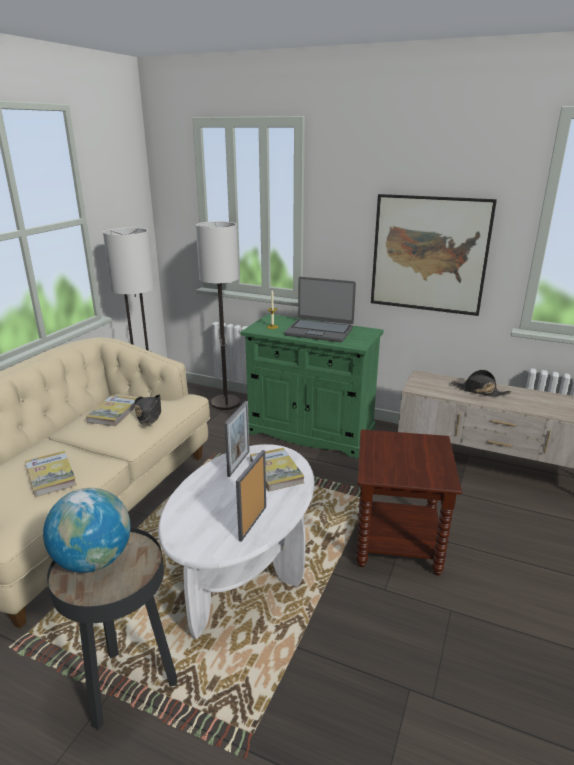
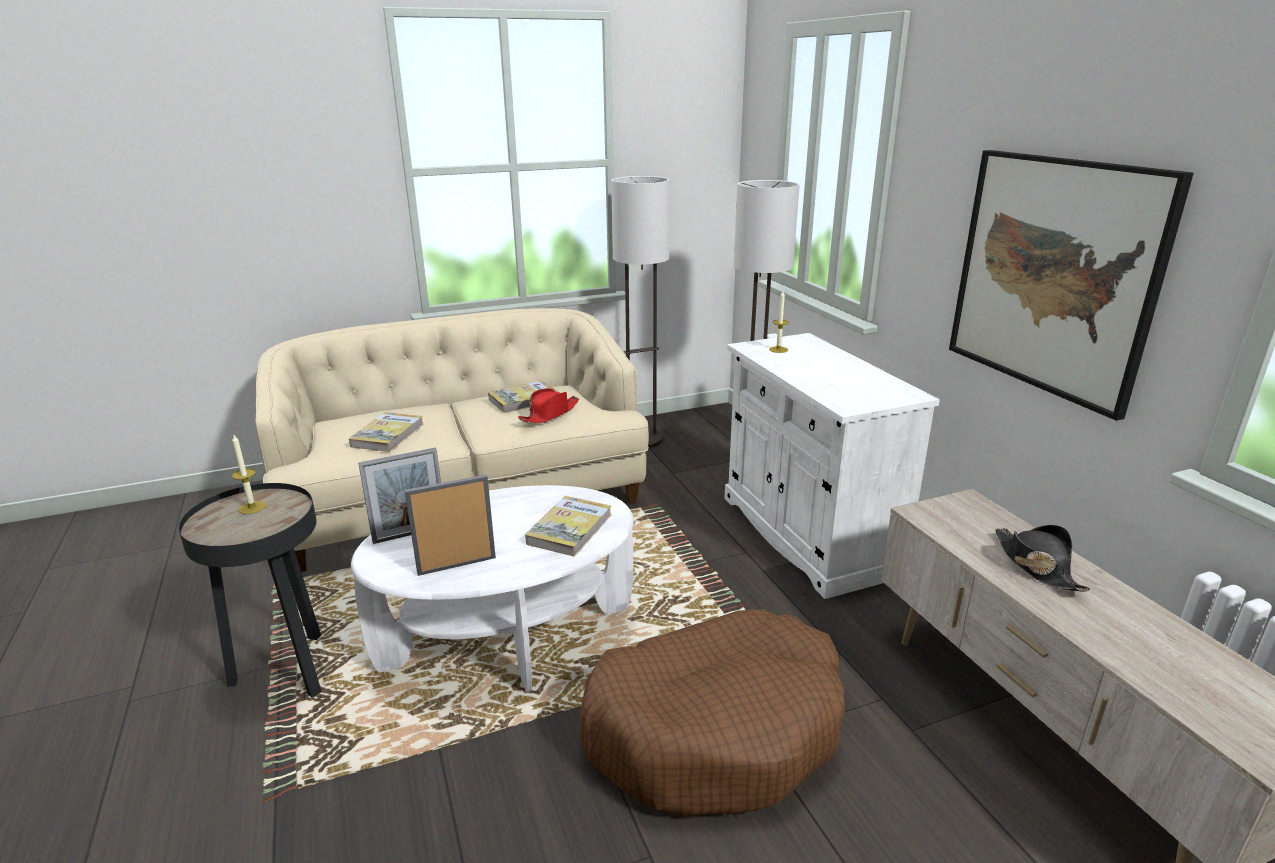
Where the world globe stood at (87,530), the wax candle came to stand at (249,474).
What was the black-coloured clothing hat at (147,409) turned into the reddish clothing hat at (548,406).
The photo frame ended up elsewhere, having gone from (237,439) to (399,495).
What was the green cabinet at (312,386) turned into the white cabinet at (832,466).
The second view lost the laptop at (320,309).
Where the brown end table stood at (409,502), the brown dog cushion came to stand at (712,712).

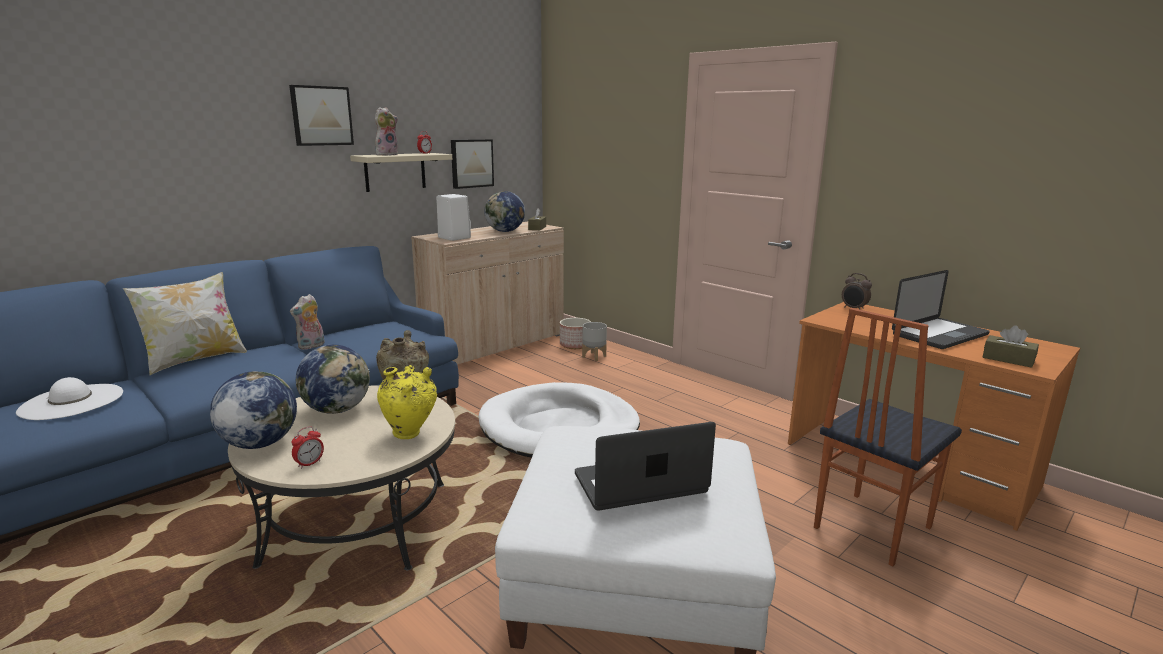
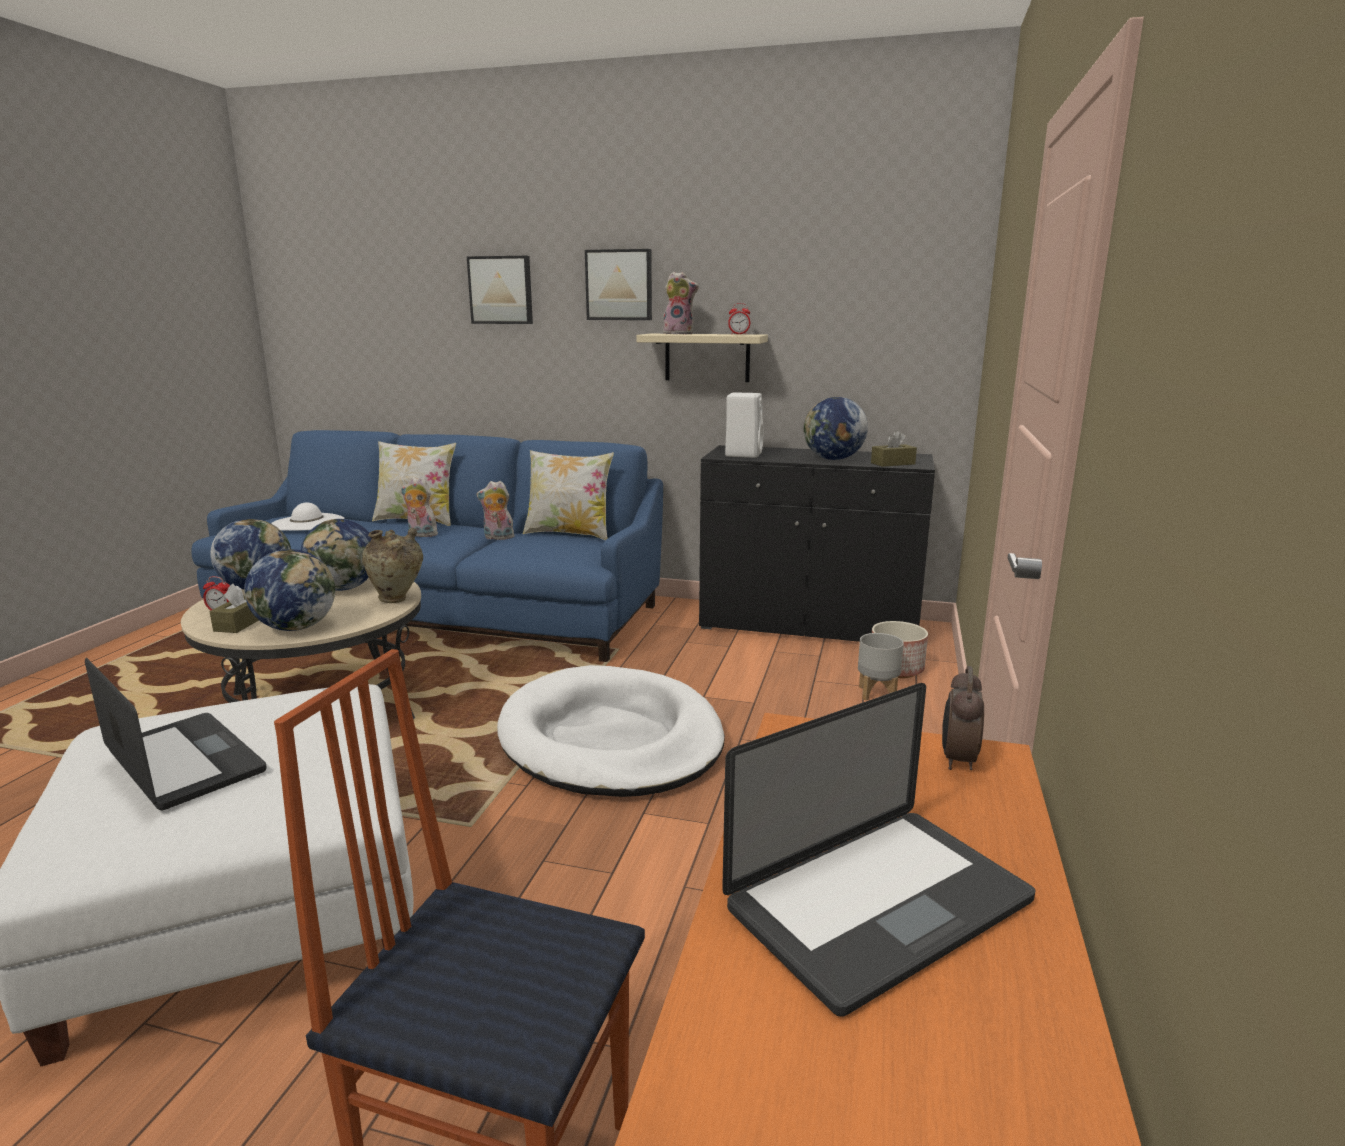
Where the yellow-coloured vase stood at (407,402), the world globe came to stand at (289,590).
What was the beige cabinet at (487,293) turned into the black-coloured cabinet at (817,543).
The picture ended up elsewhere, having gone from (472,164) to (500,290).
The laptop at (941,309) ended up facing another way, 60 degrees counterclockwise from before.
The brown tissue box ended up elsewhere, having gone from (1011,346) to (234,608).
The second view gained the cuddly toy at (419,507).
The second view gained the throw pillow at (568,495).

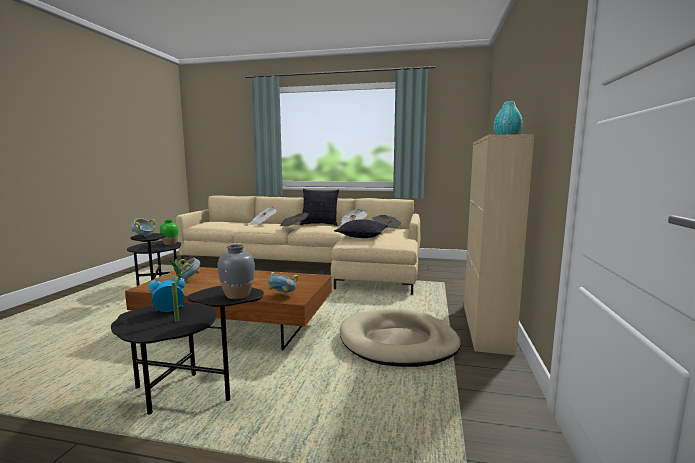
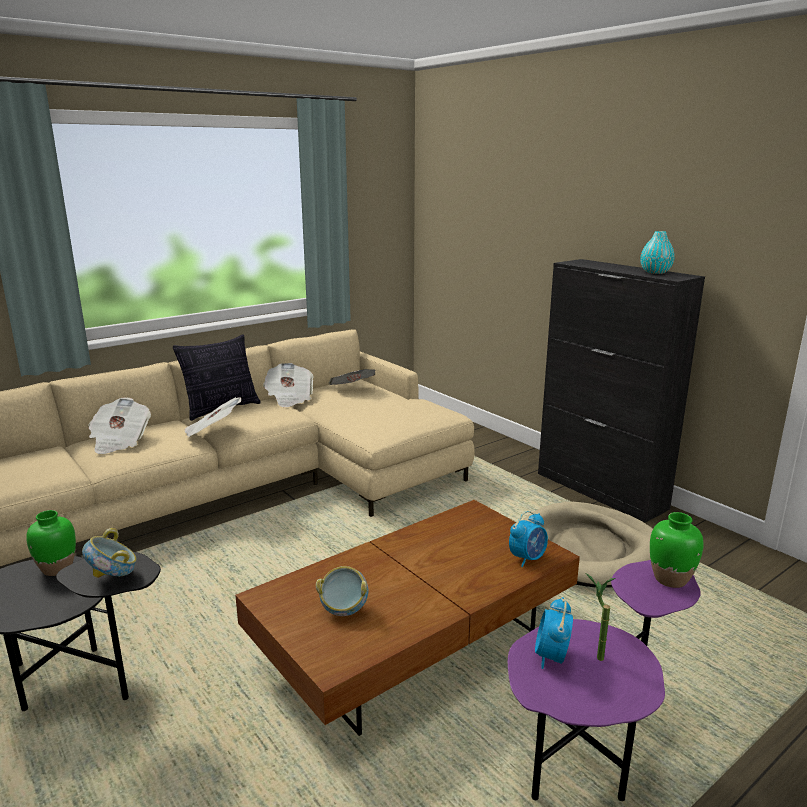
What was the black-coloured end table at (187,350) turned into the purplish end table at (604,680).
What was the gray vase at (236,271) turned into the green vase at (677,550).
Where the serving bowl stood at (283,283), the alarm clock came to stand at (528,539).
The second view lost the throw pillow at (361,229).
What was the beige cabinet at (499,244) turned into the black-coloured cabinet at (621,391).

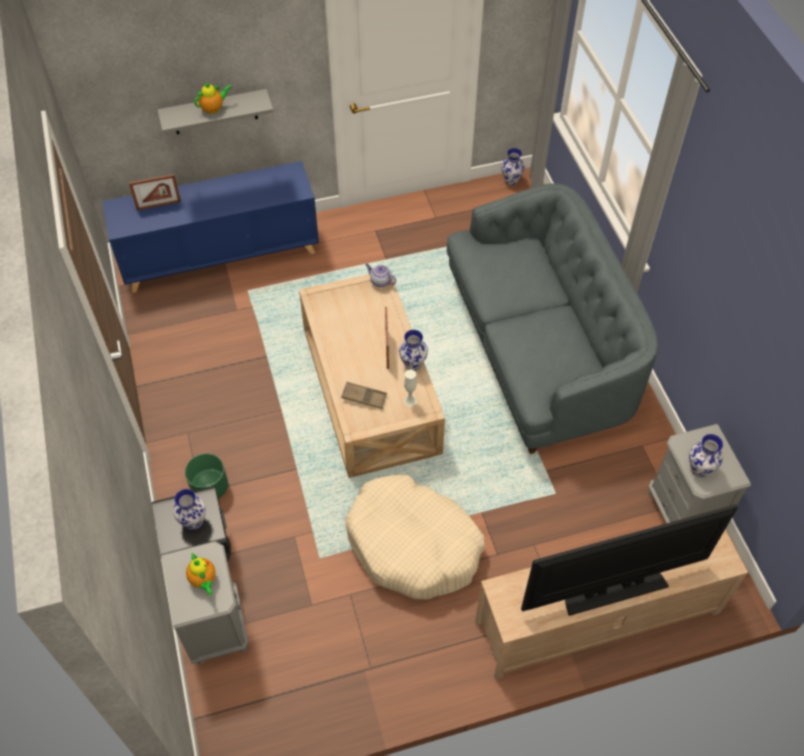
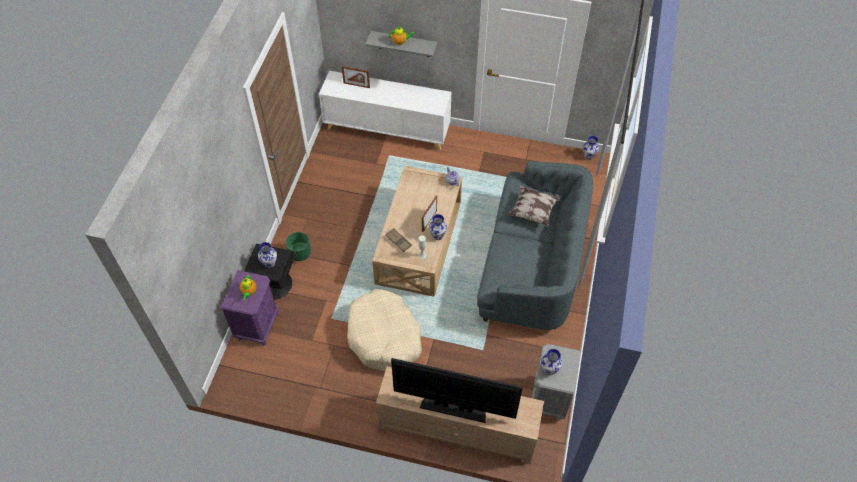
What was the blue-coloured cabinet at (210,227) turned into the white cabinet at (385,110).
What was the gray nightstand at (205,603) turned into the purplish nightstand at (250,308).
The second view gained the throw pillow at (534,206).

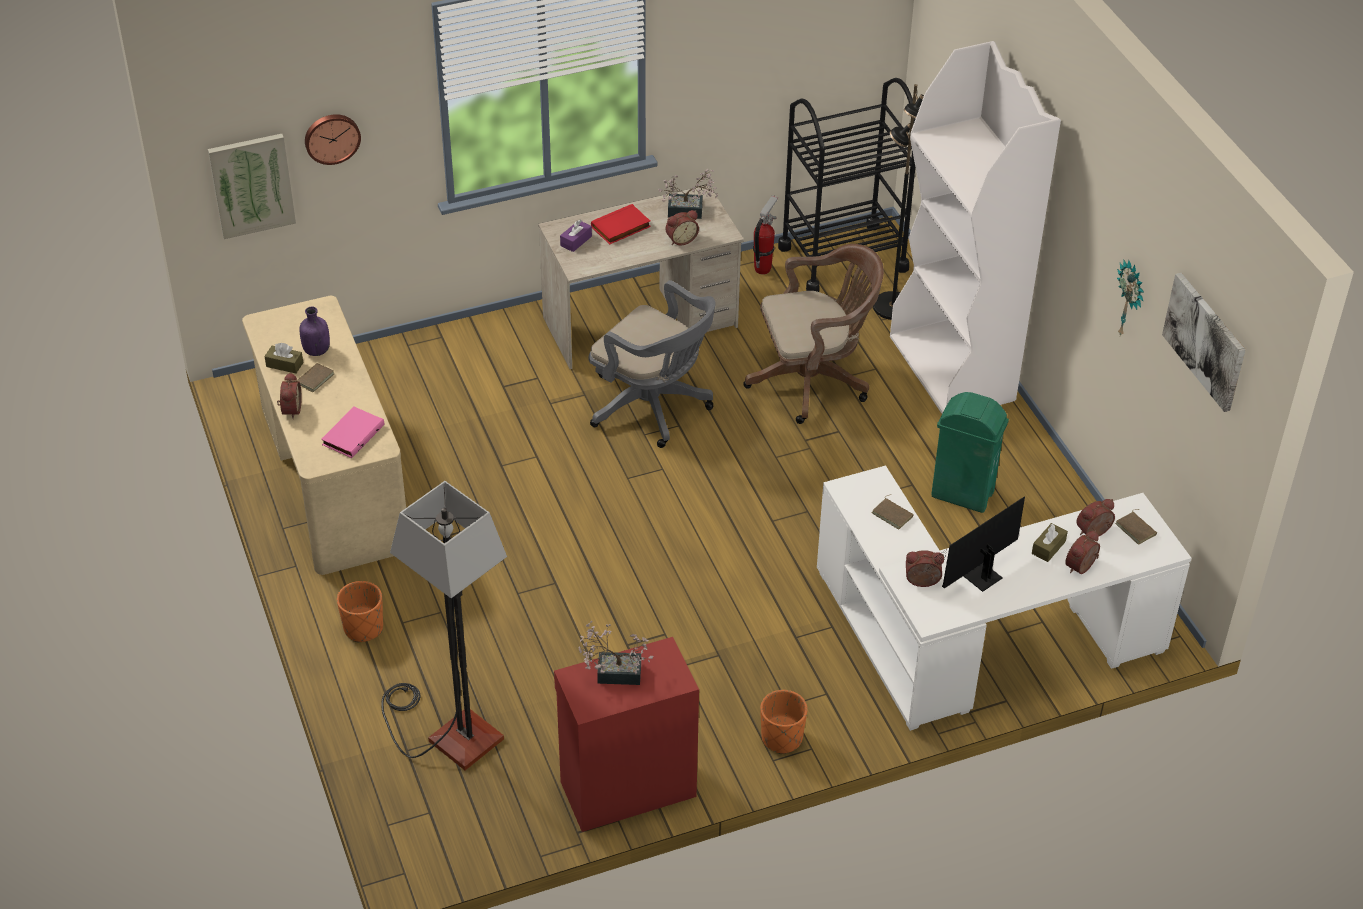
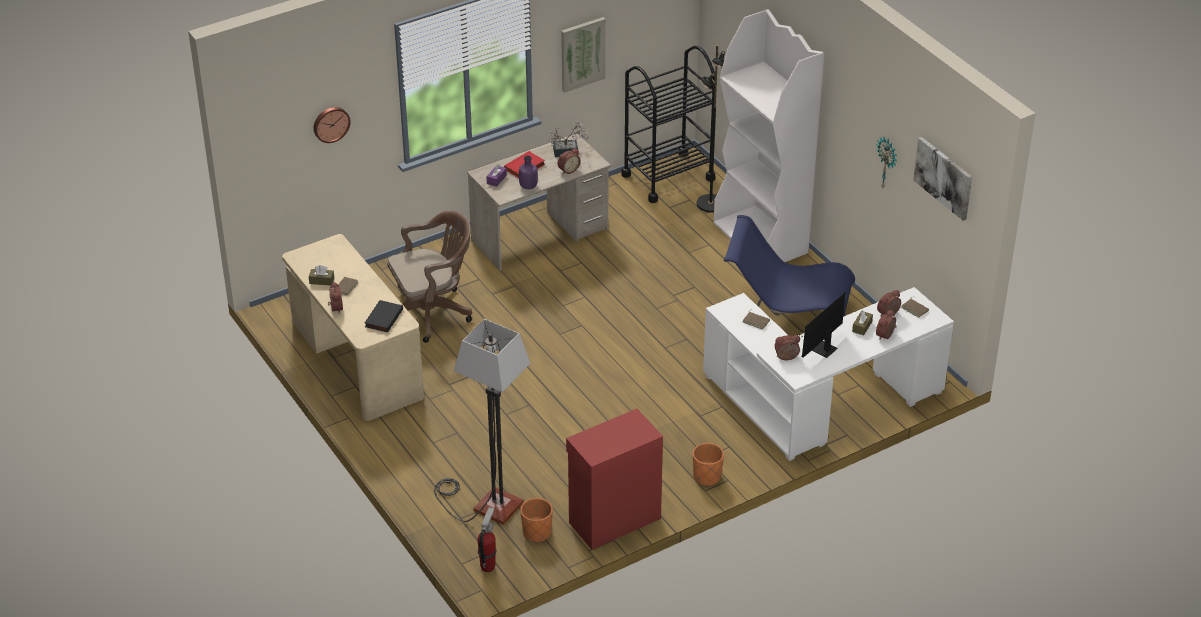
The picture ended up elsewhere, having gone from (252,186) to (583,55).
The purplish beverage bottle ended up elsewhere, having gone from (314,331) to (528,172).
What was the pinkish bound book at (352,432) turned into the black-coloured bound book at (383,316).
The orange flower pot ended up elsewhere, having gone from (360,611) to (536,520).
The second view lost the plant in a pot at (616,653).
The second view lost the gray computer chair at (652,364).
The brown computer chair ended up elsewhere, having gone from (813,334) to (429,277).
The fire extinguisher ended up elsewhere, having gone from (765,235) to (487,539).
Where the green rubbish bin stood at (970,452), the blue-coloured upright chair came to stand at (789,266).

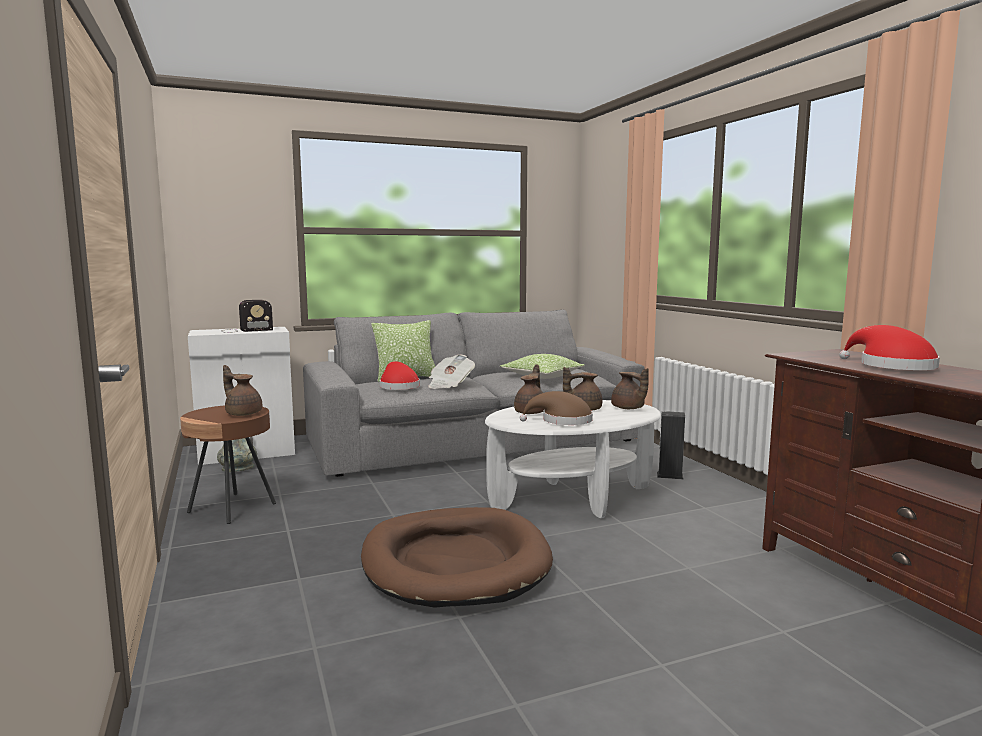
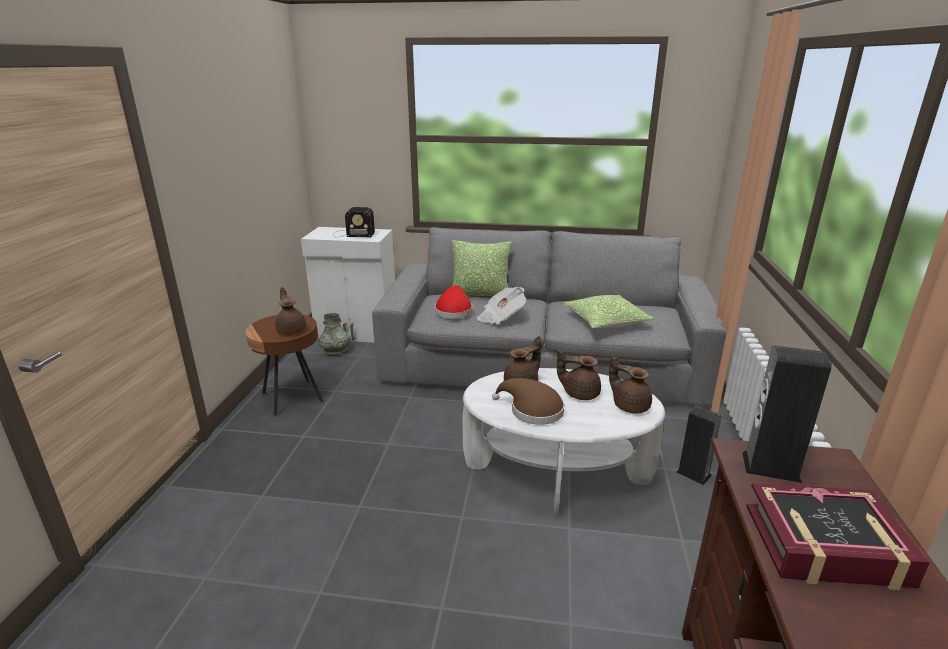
The second view lost the brown dog cushion at (457,557).
The brown tea pot at (630,388) ended up facing another way, 135 degrees clockwise from before.
Where the reddish clothing hat stood at (889,347), the bound book came to stand at (838,536).
The second view gained the loudspeaker at (787,414).

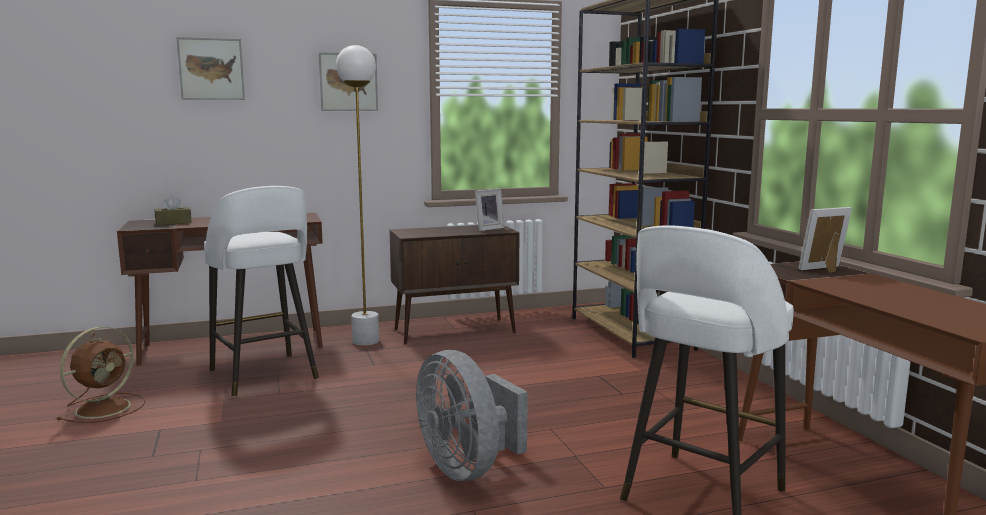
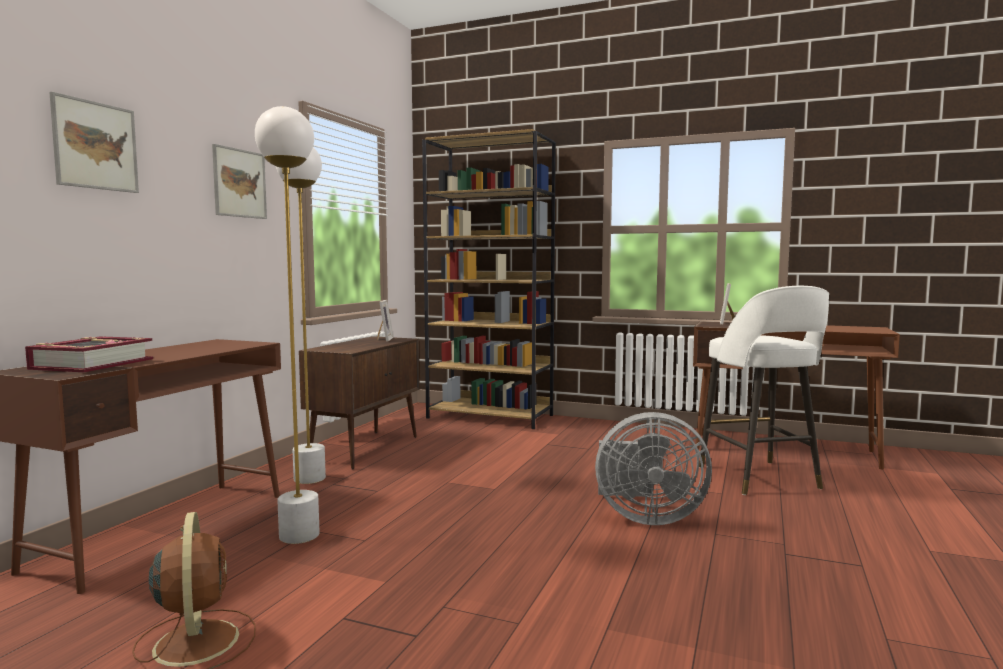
Where the brown tissue box stood at (173,210), the bound book came to stand at (89,354).
Where the white stool stood at (261,291), the white standard lamp came to stand at (287,325).

